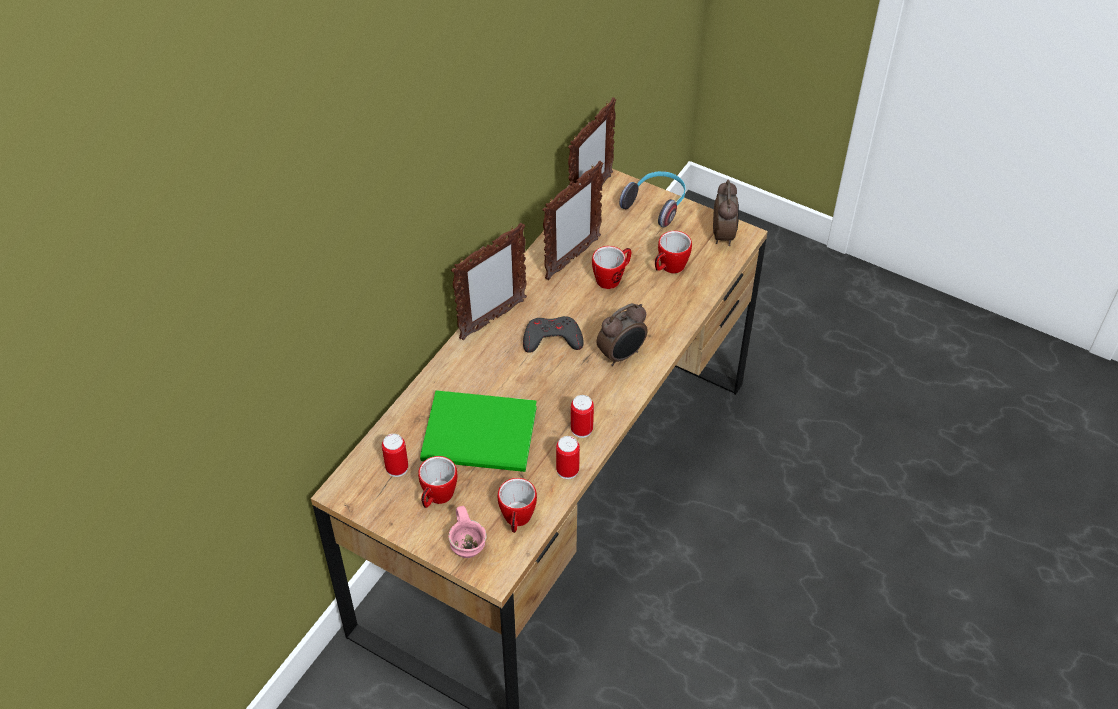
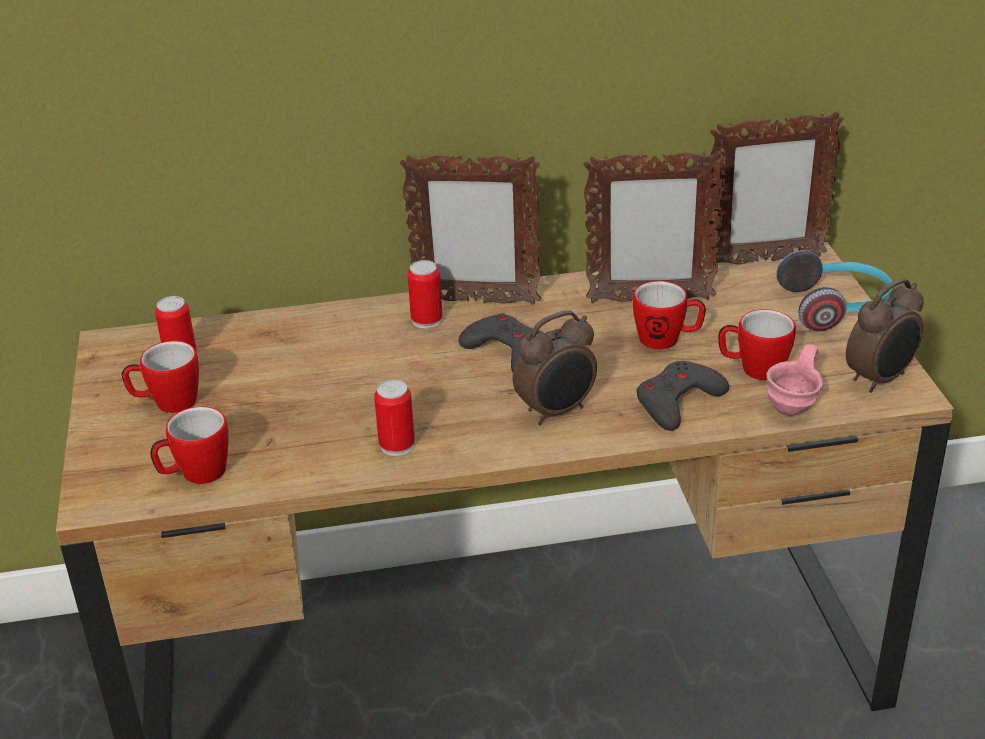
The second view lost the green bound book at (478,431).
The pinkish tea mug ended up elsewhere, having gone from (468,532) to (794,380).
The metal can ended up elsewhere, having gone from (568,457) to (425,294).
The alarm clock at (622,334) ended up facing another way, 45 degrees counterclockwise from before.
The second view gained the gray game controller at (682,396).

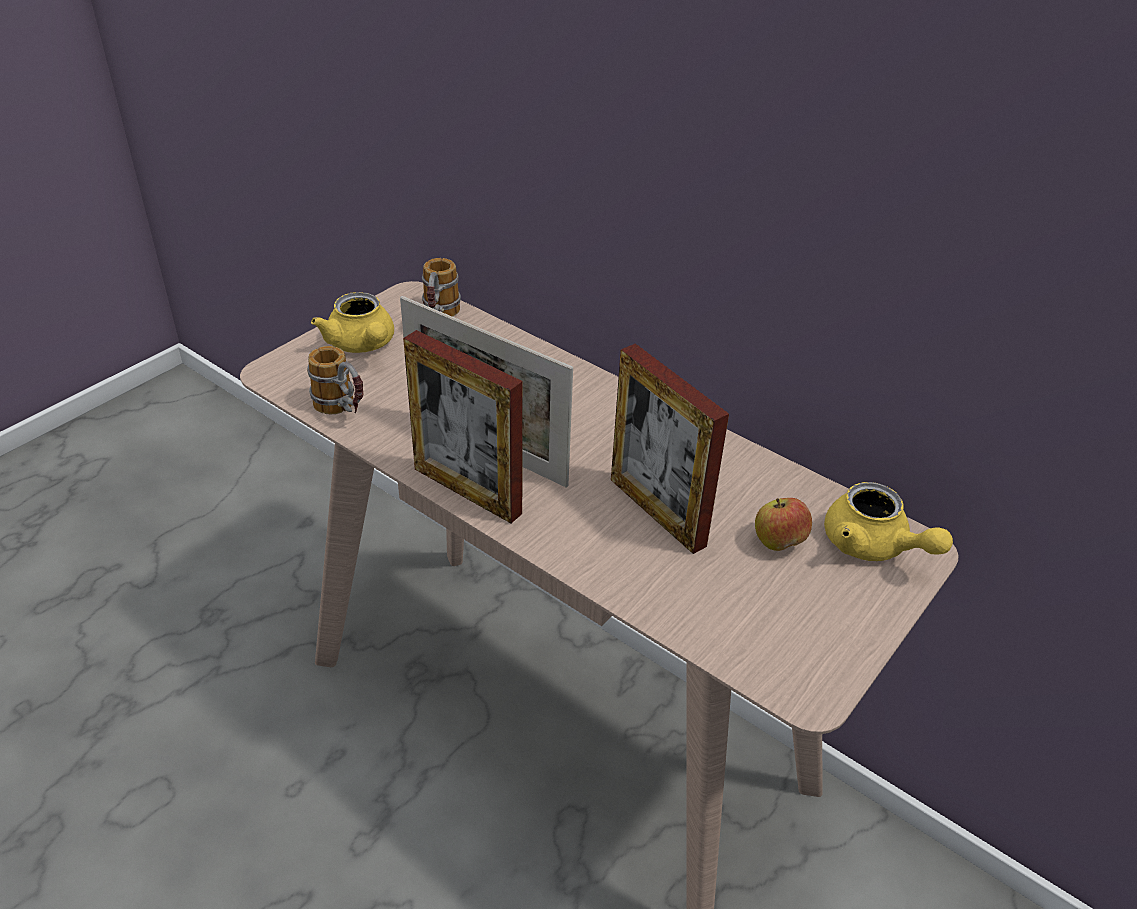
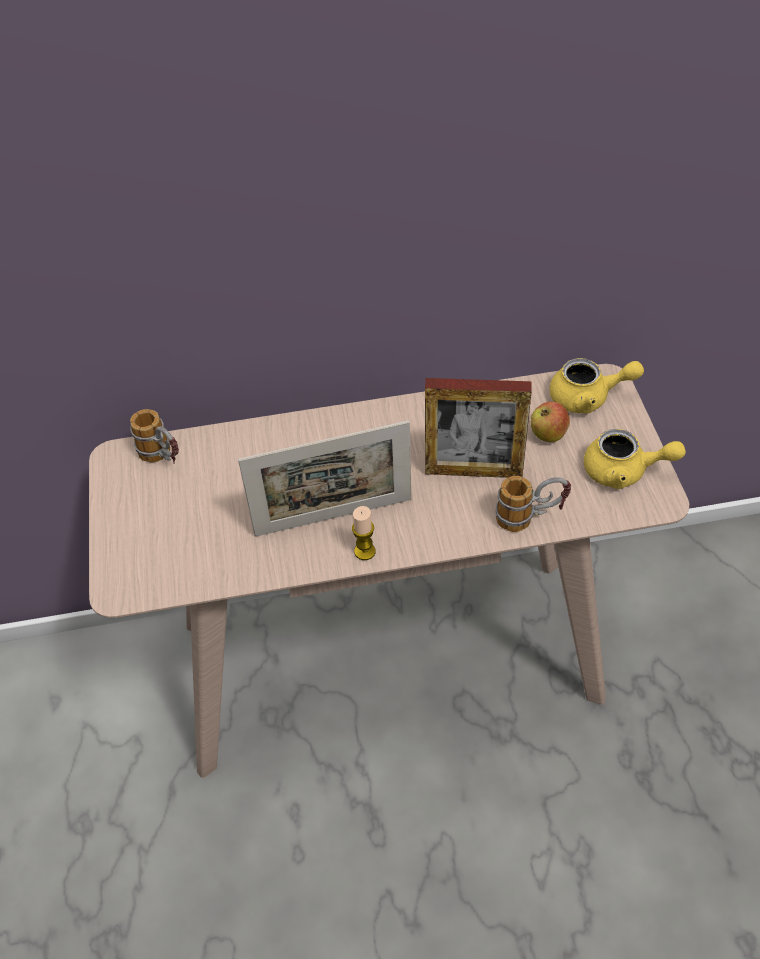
The tea mug ended up elsewhere, having gone from (335,380) to (533,504).
The yellow-coloured tea pot ended up elsewhere, having gone from (352,322) to (635,459).
Where the photo frame stood at (463,426), the wax candle came to stand at (364,533).

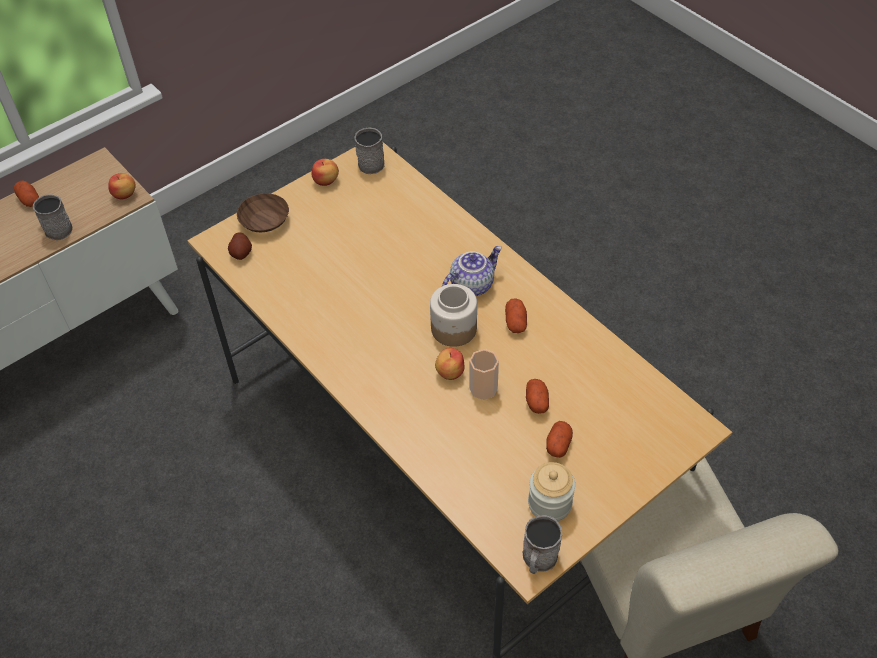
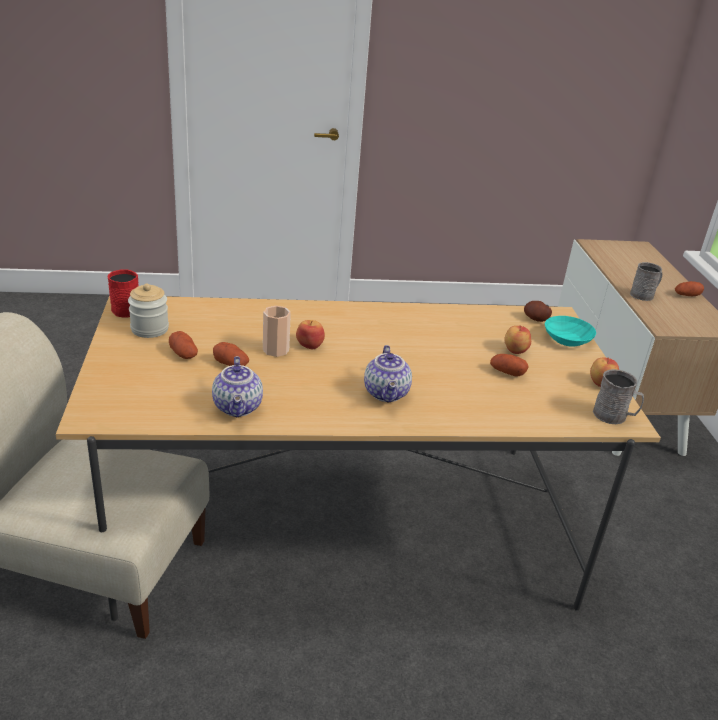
The apple fruit ended up elsewhere, having gone from (122,186) to (517,339).
What was the brown serving bowl at (263,212) turned into the blue-green serving bowl at (570,331).
The second view lost the preserve jar at (453,315).
The whole potato ended up elsewhere, having gone from (516,316) to (509,365).
What was the gray tea mug at (542,544) turned into the reddish tea mug at (123,293).
The second view gained the tea pot at (237,386).

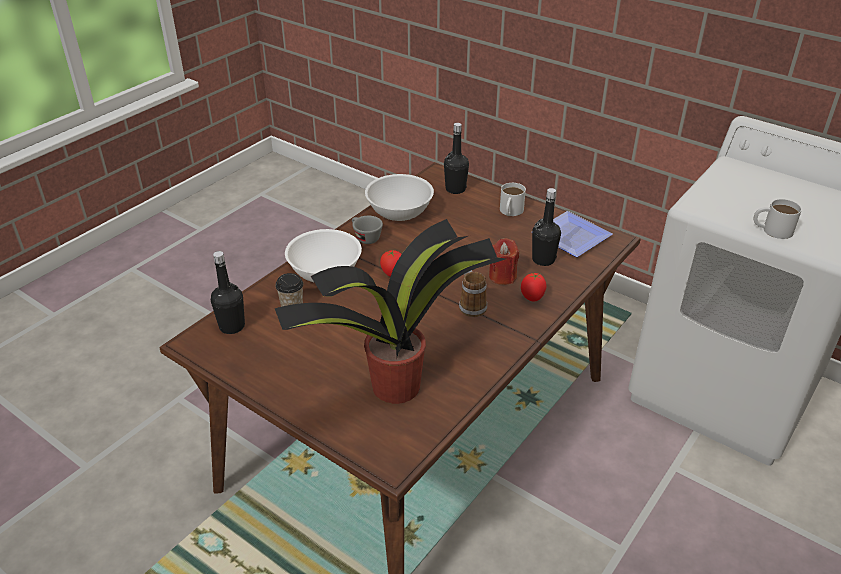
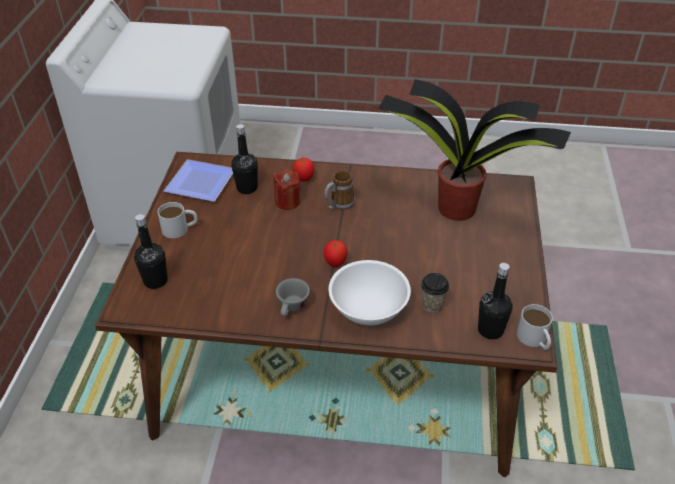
The second view lost the white serving bowl at (399,197).
The white tea mug ended up elsewhere, having gone from (778,219) to (535,327).

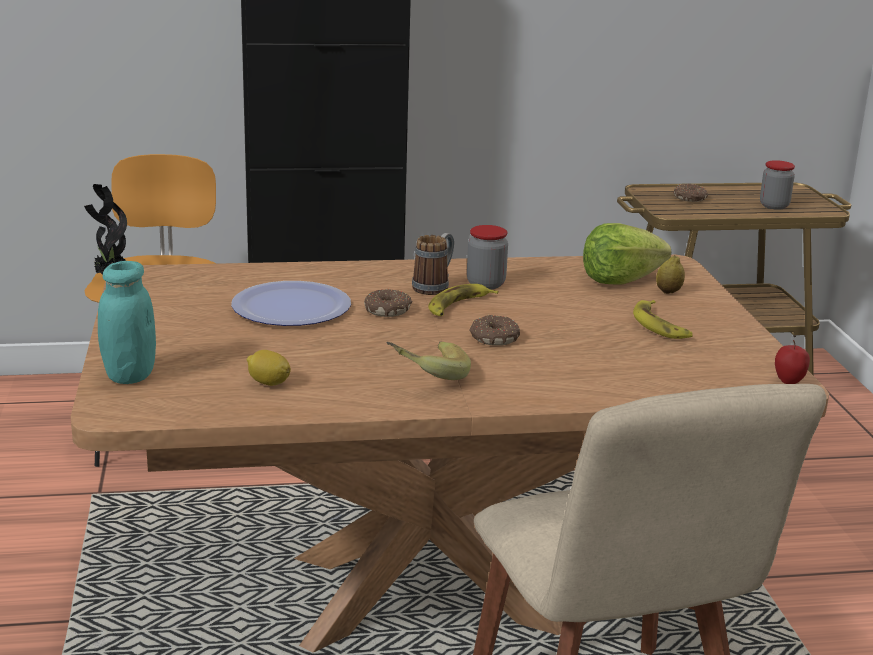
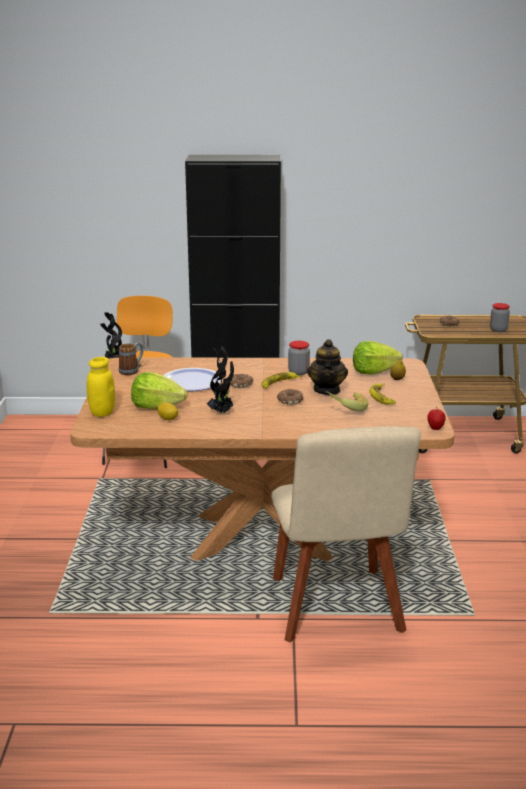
What was the blue-green preserve jar at (127,322) turned into the yellow-coloured preserve jar at (101,387).
The whole banana ended up elsewhere, having gone from (428,360) to (347,401).
The tea mug ended up elsewhere, having gone from (433,264) to (131,359).
The second view gained the head of lettuce at (159,391).
The second view gained the plant in a pot at (220,379).
The second view gained the tea pot at (327,367).

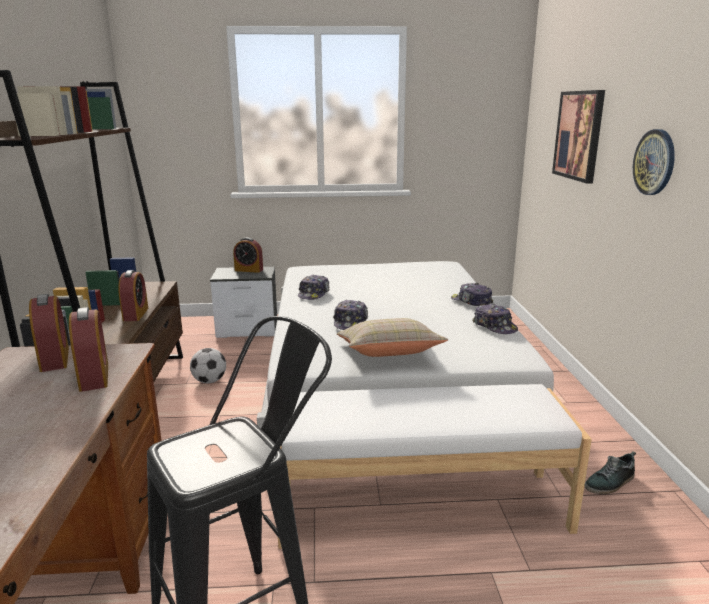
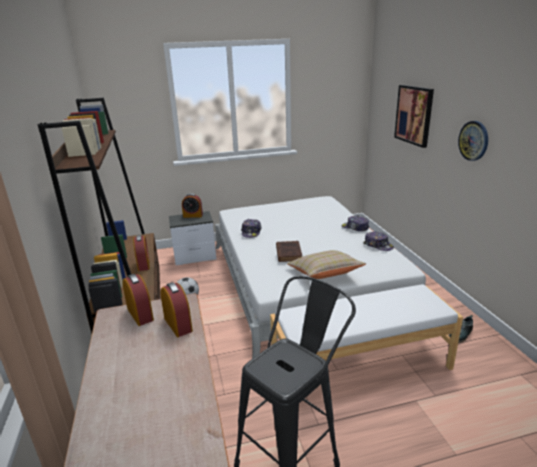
Where the baseball cap stood at (350,315), the brown bound book came to stand at (289,251).

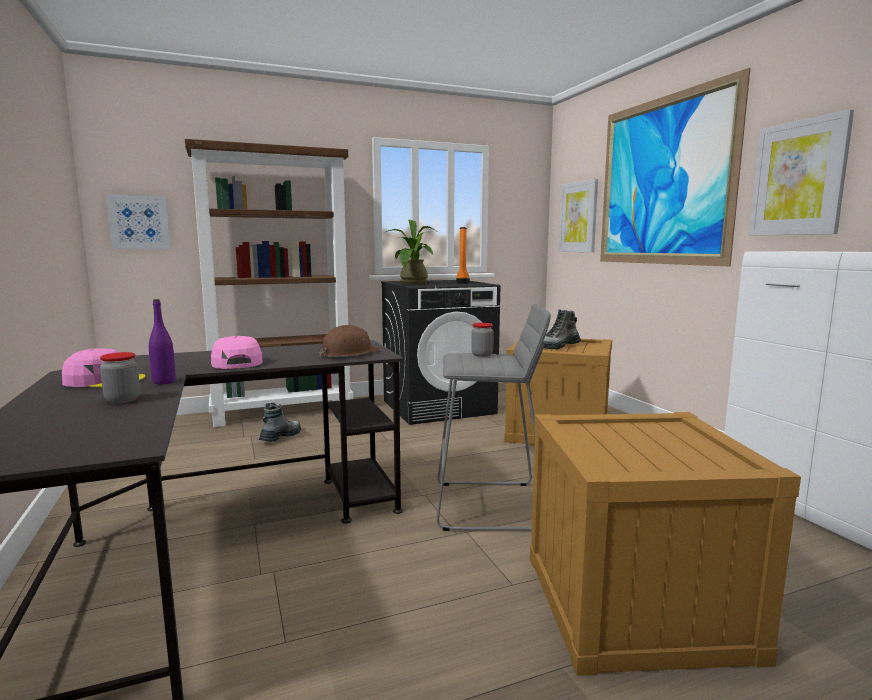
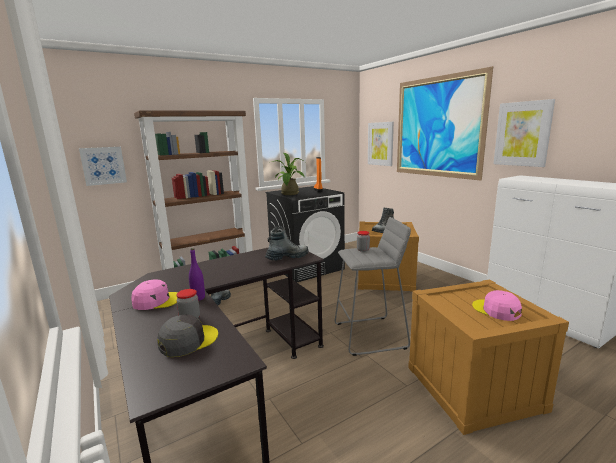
The pinkish baseball cap ended up elsewhere, having gone from (236,352) to (497,305).
Where the brown safety helmet stood at (350,341), the boot came to stand at (287,244).
The second view gained the gray baseball cap at (187,335).

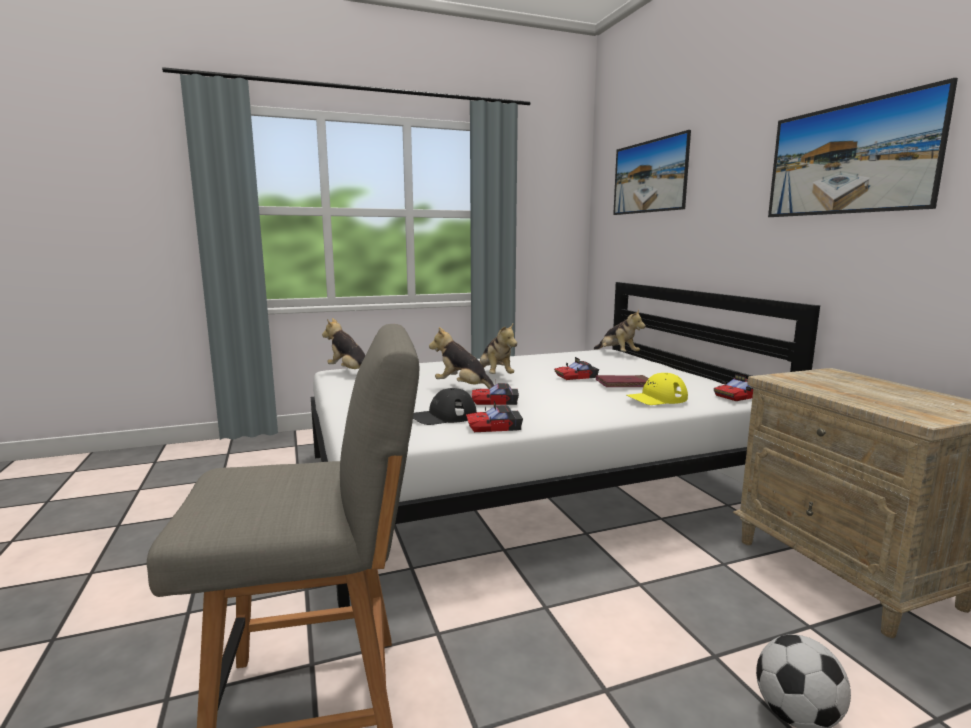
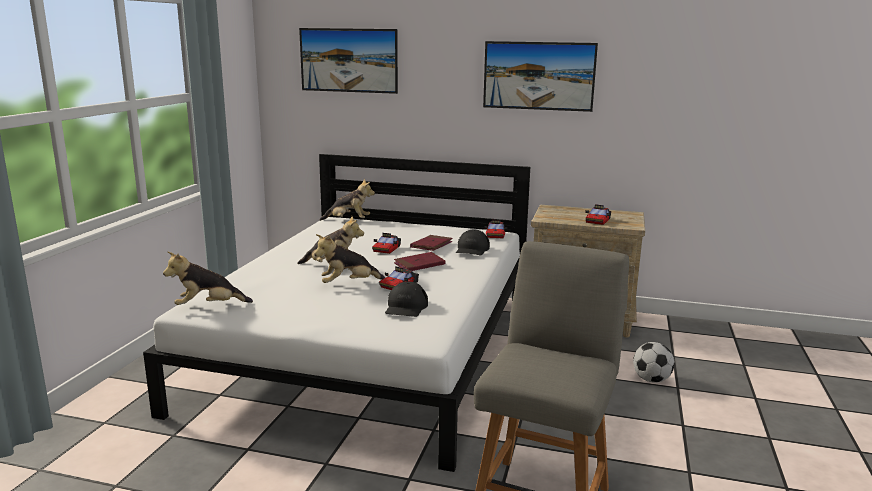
The miniature car ended up elsewhere, having gone from (494,416) to (598,214).
What was the yellow-coloured baseball cap at (657,389) turned into the black-coloured baseball cap at (473,242).
The second view gained the reddish bound book at (420,261).

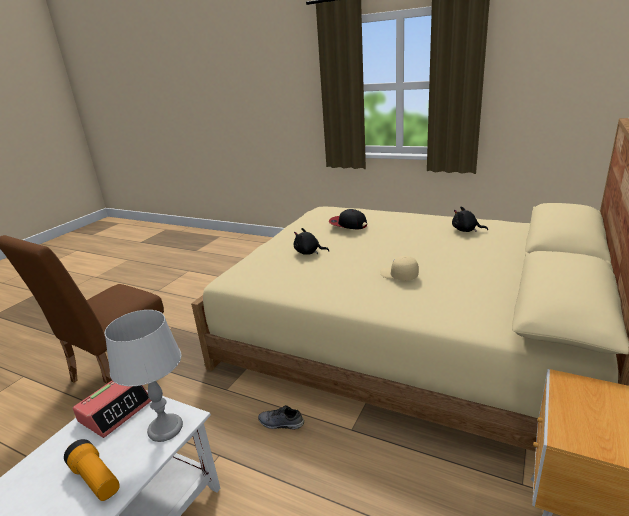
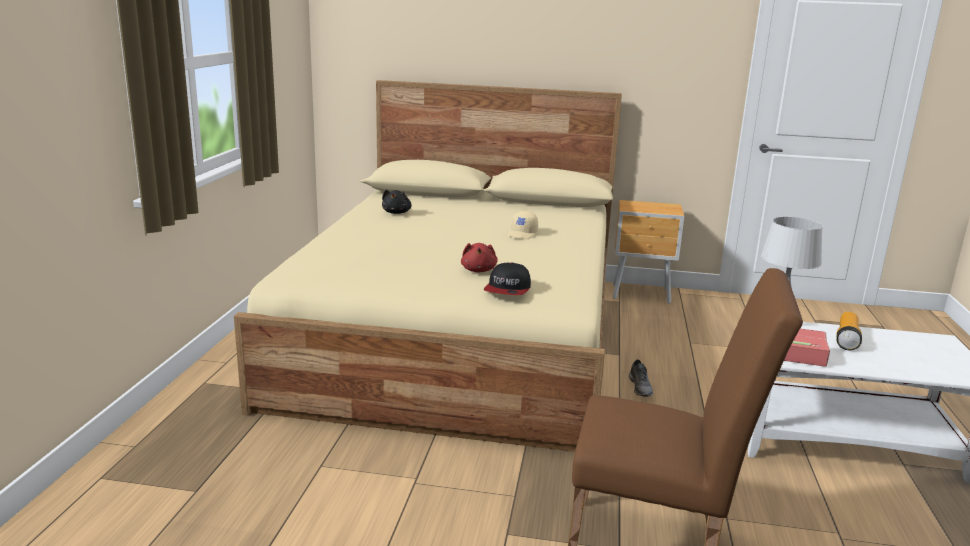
What was the black-coloured cuddly toy at (311,241) turned into the reddish cuddly toy at (479,257).
The baseball cap ended up elsewhere, having gone from (348,219) to (507,279).

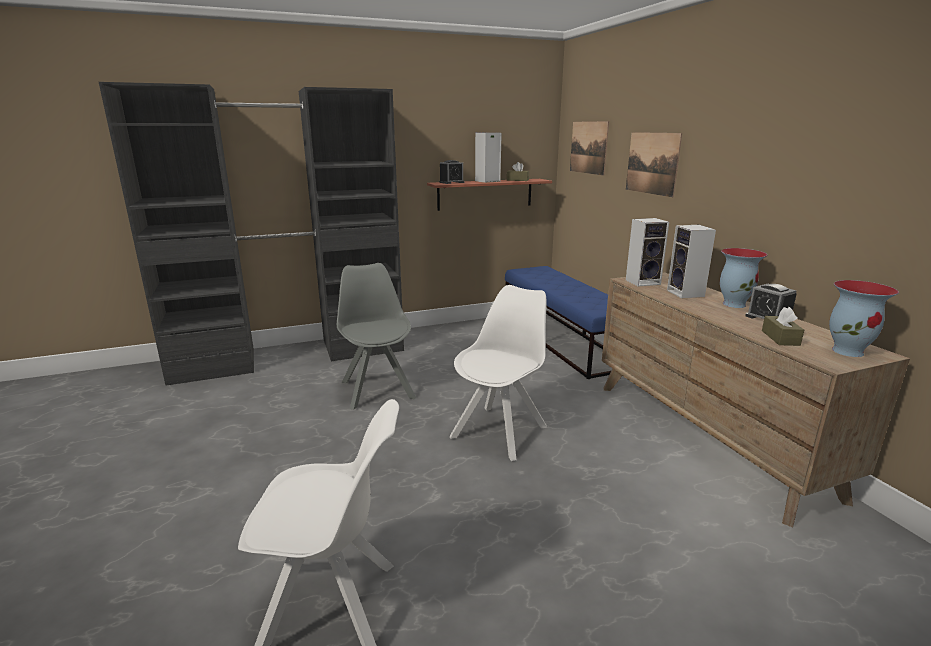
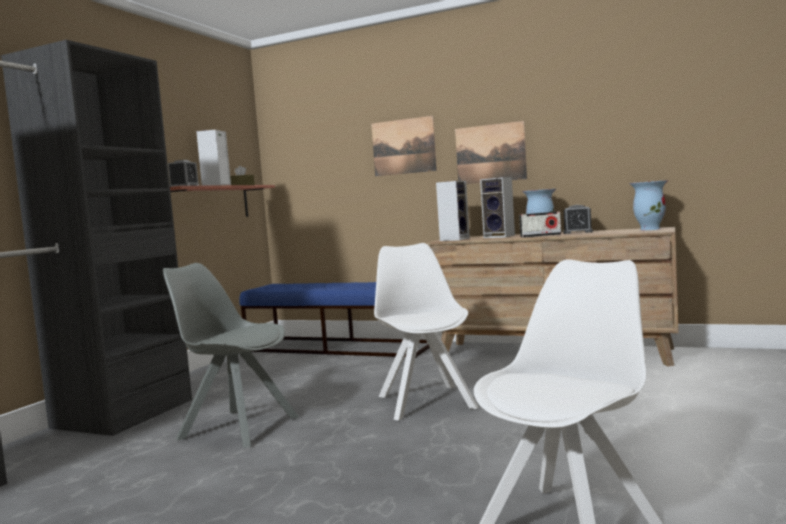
The picture ended up elsewhere, having gone from (589,148) to (491,152).
The second view lost the brown tissue box at (783,326).
The second view gained the radio set at (540,225).

